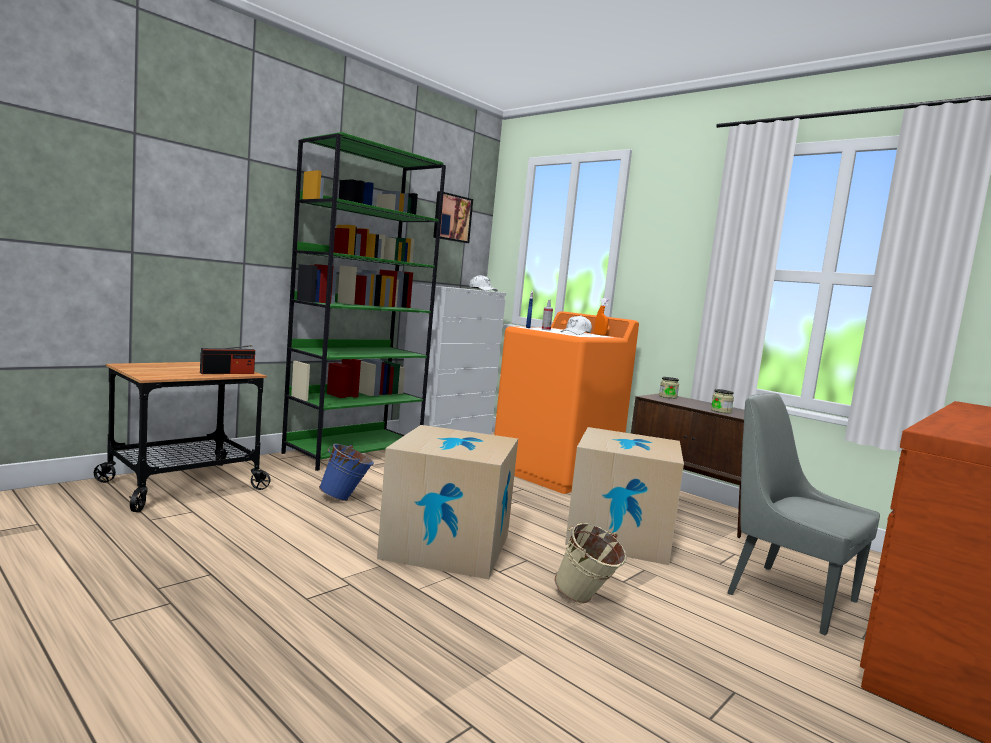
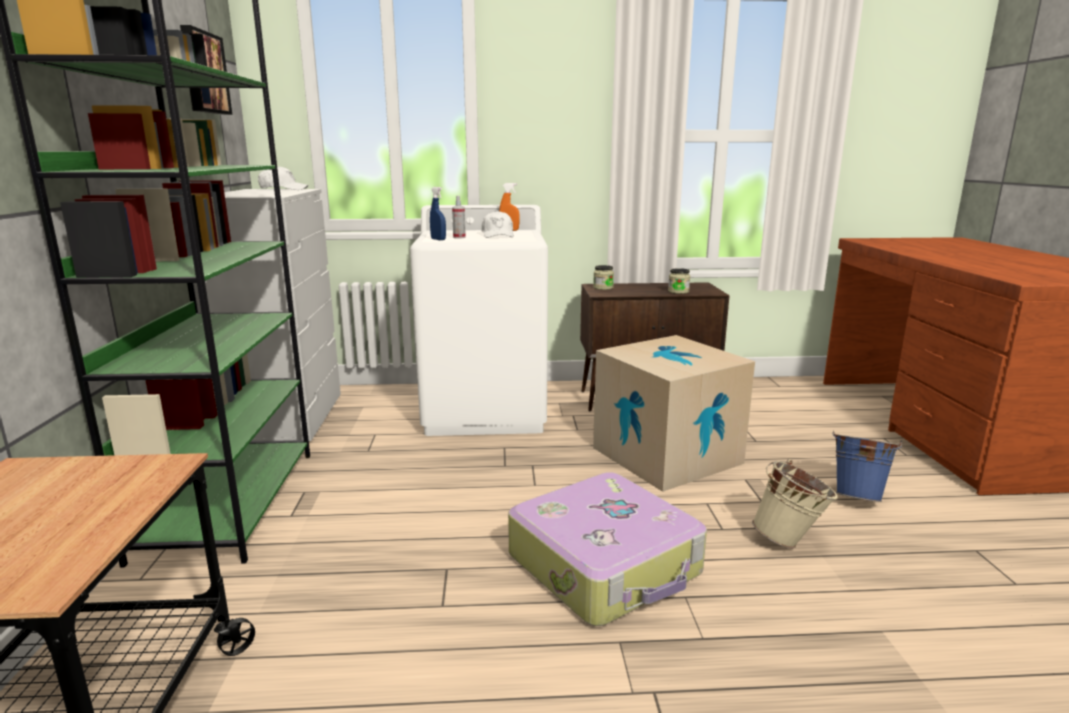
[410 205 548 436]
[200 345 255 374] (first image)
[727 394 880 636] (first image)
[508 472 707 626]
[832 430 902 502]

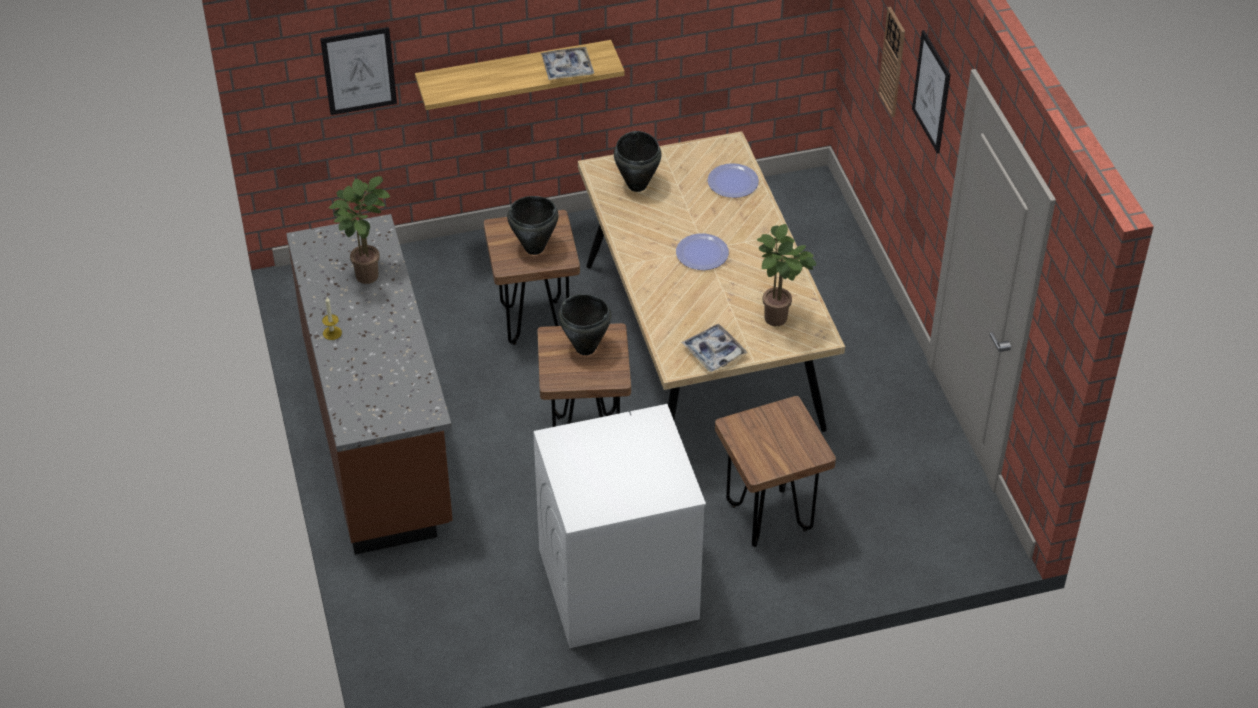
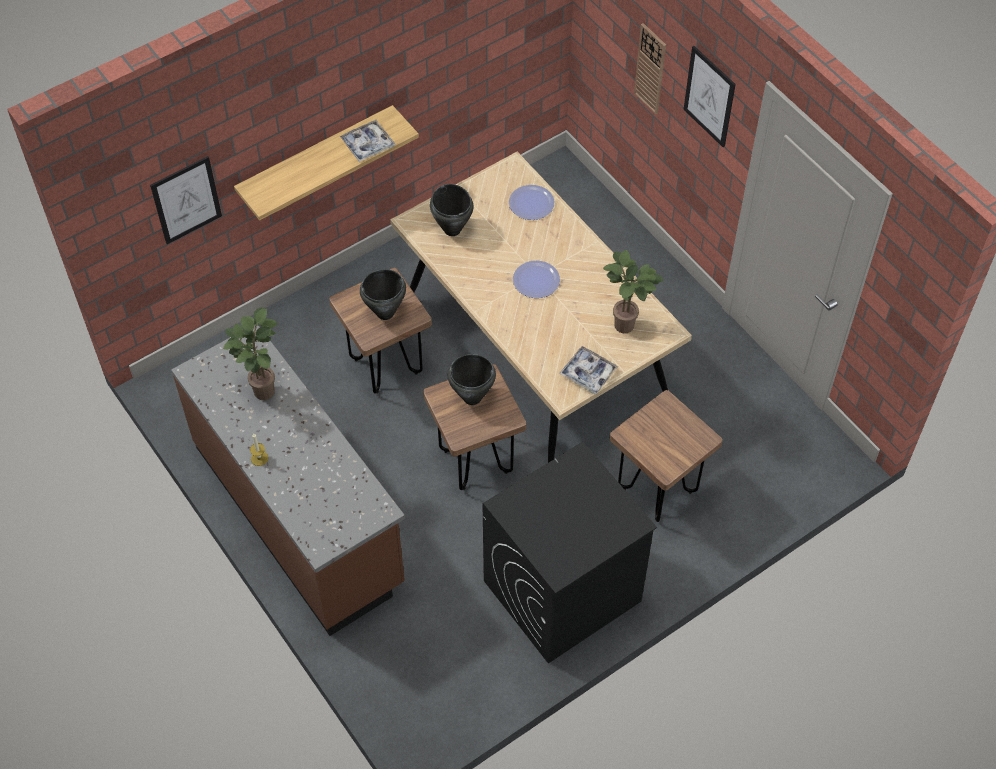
[482 442 657 663]

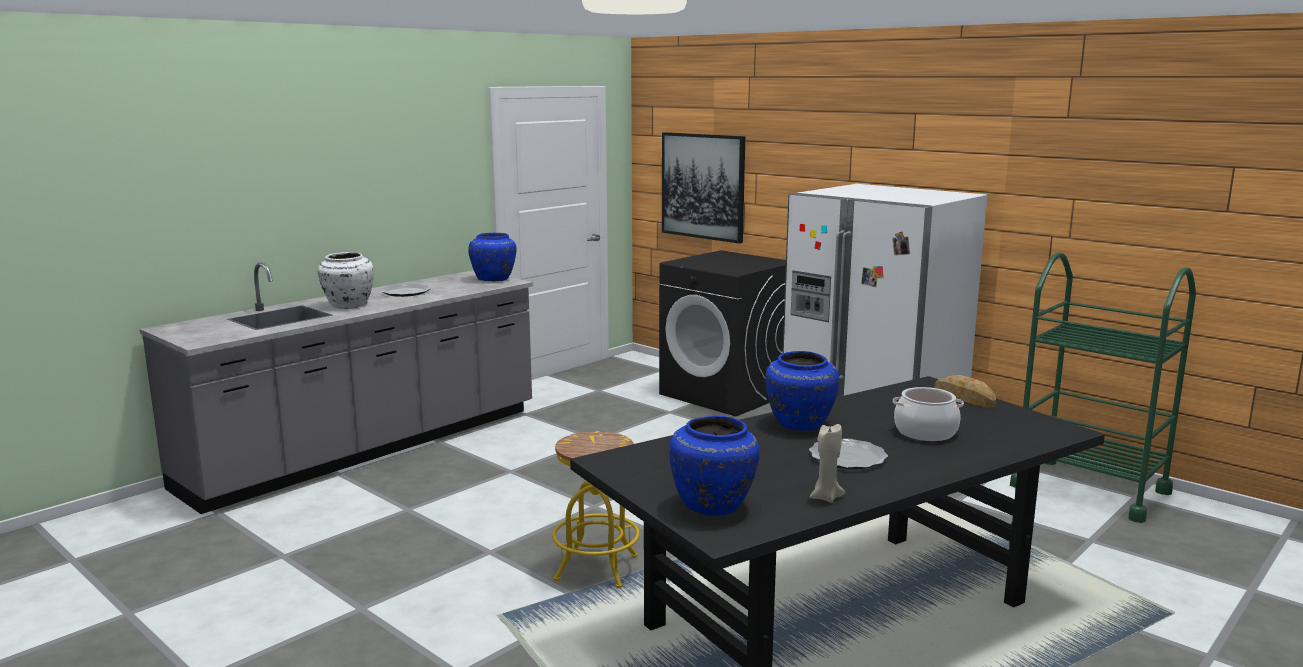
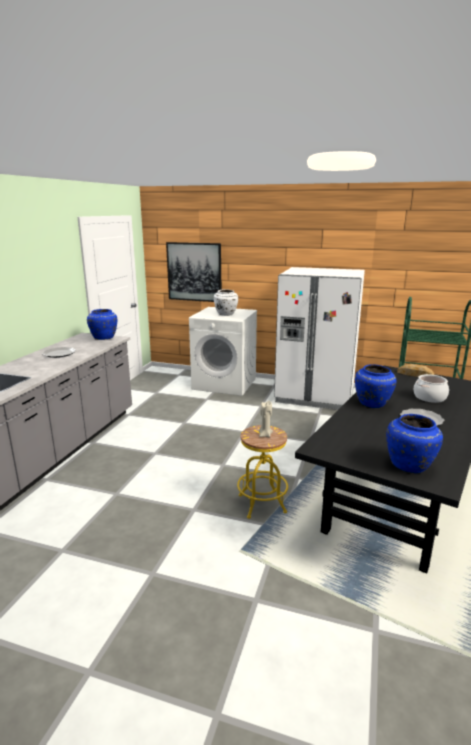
[189 307 257 396]
[214 289 238 316]
[259 401 273 437]

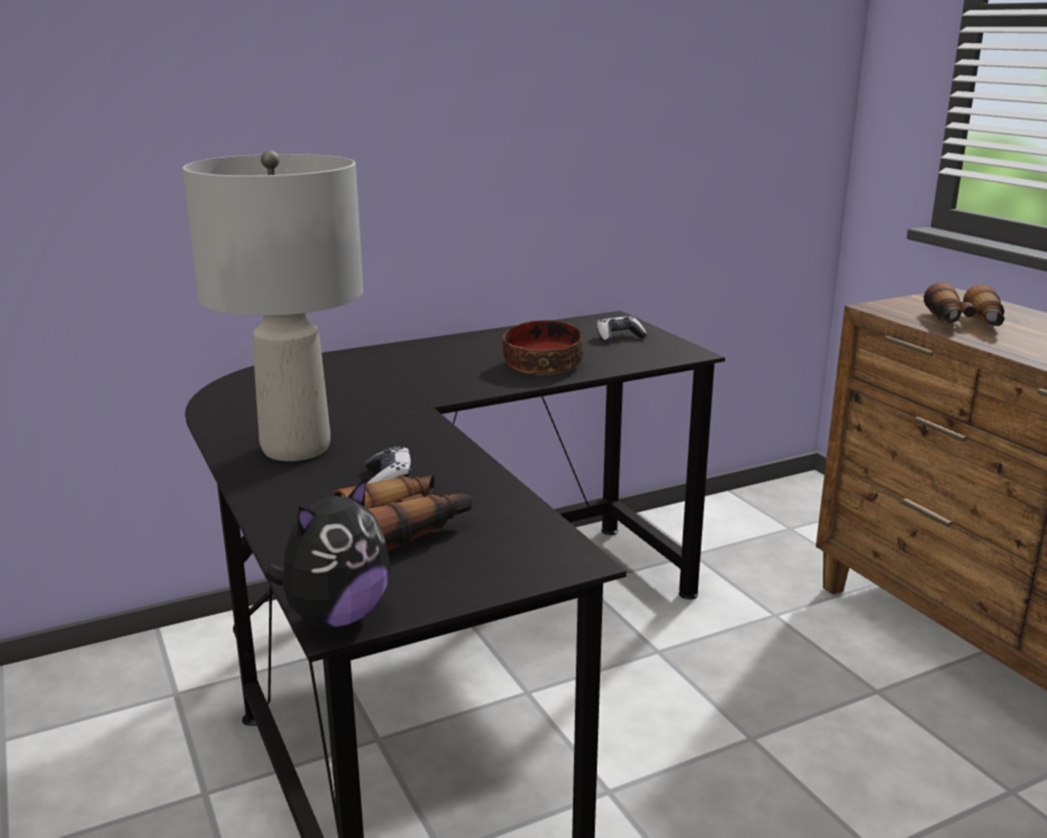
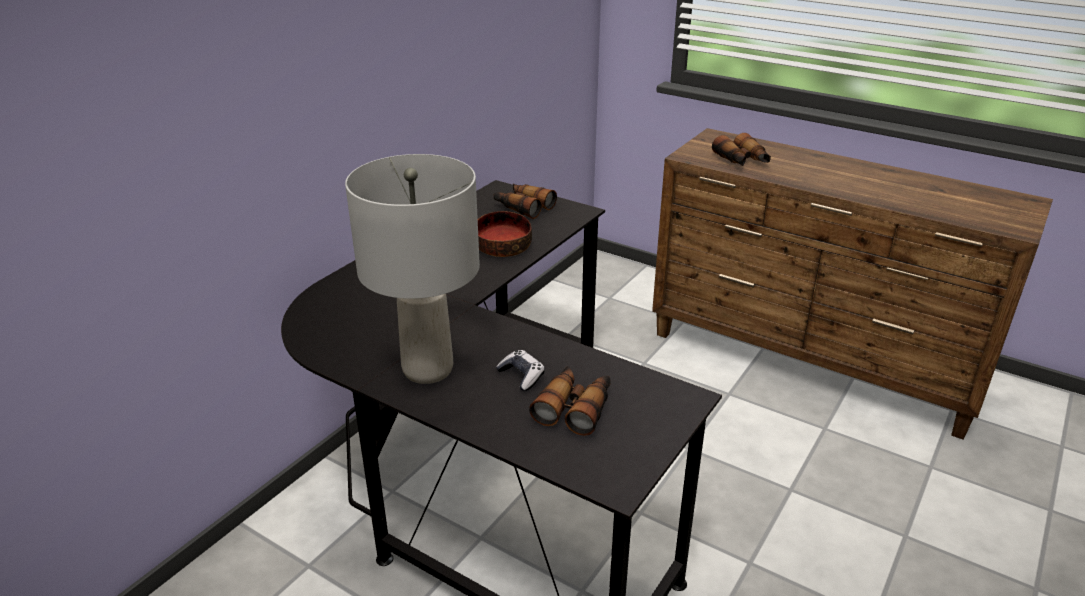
[494 184 557 219]
[266 477 390 628] (first image)

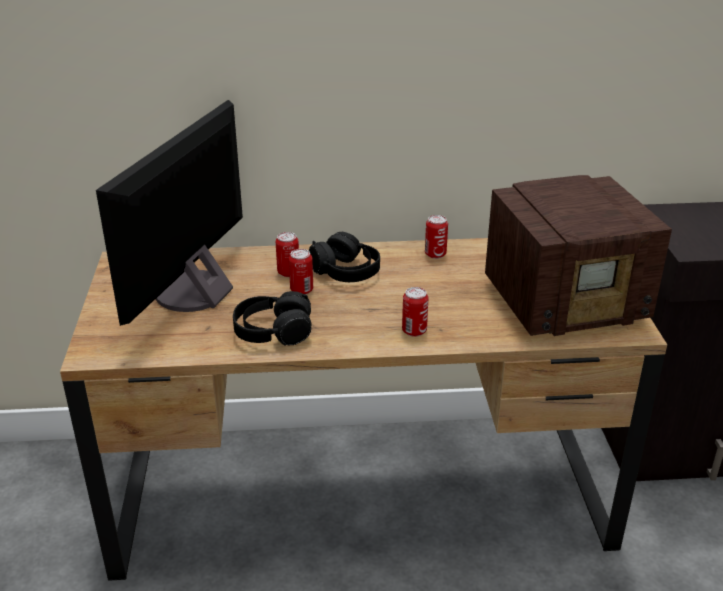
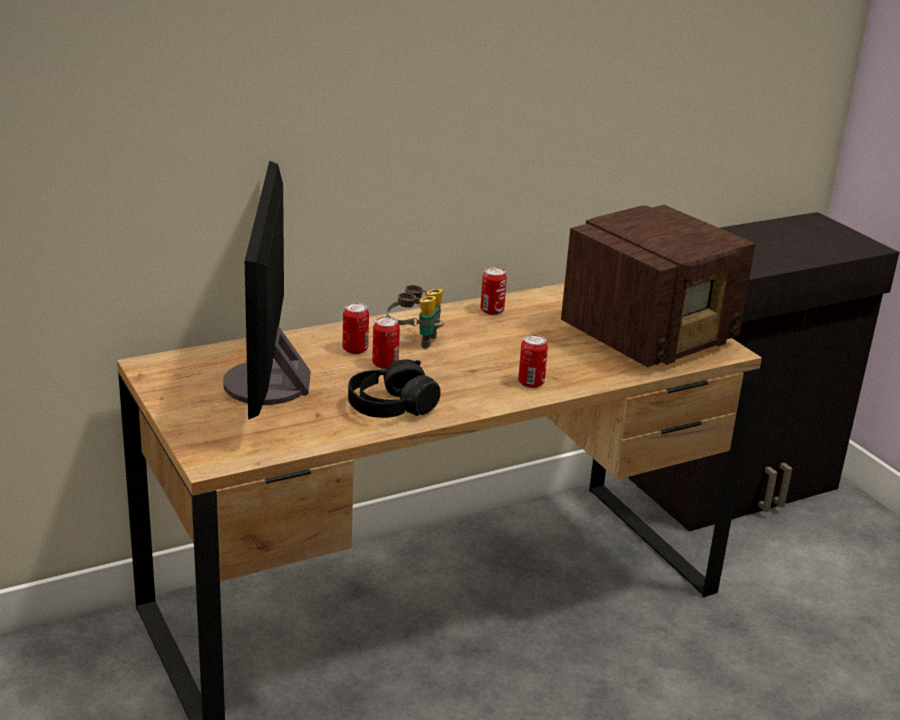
[386 285 444 349]

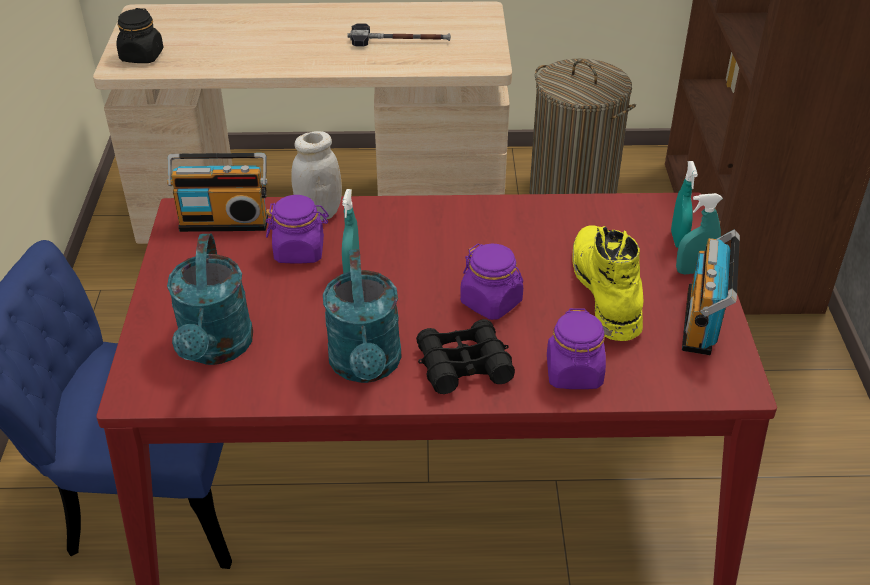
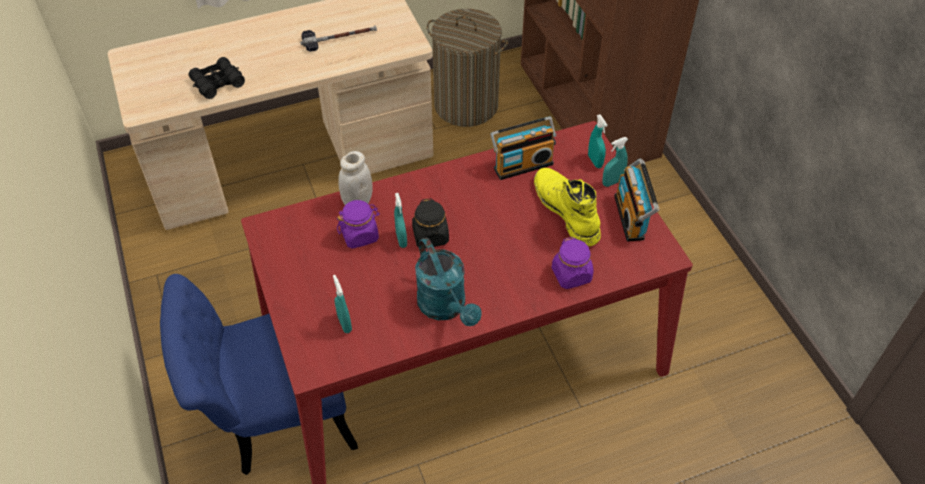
[412 198 449 248]
[490 116 556 180]
[333 275 352 333]
[460 243 523 320] (first image)
[189 57 245 99]

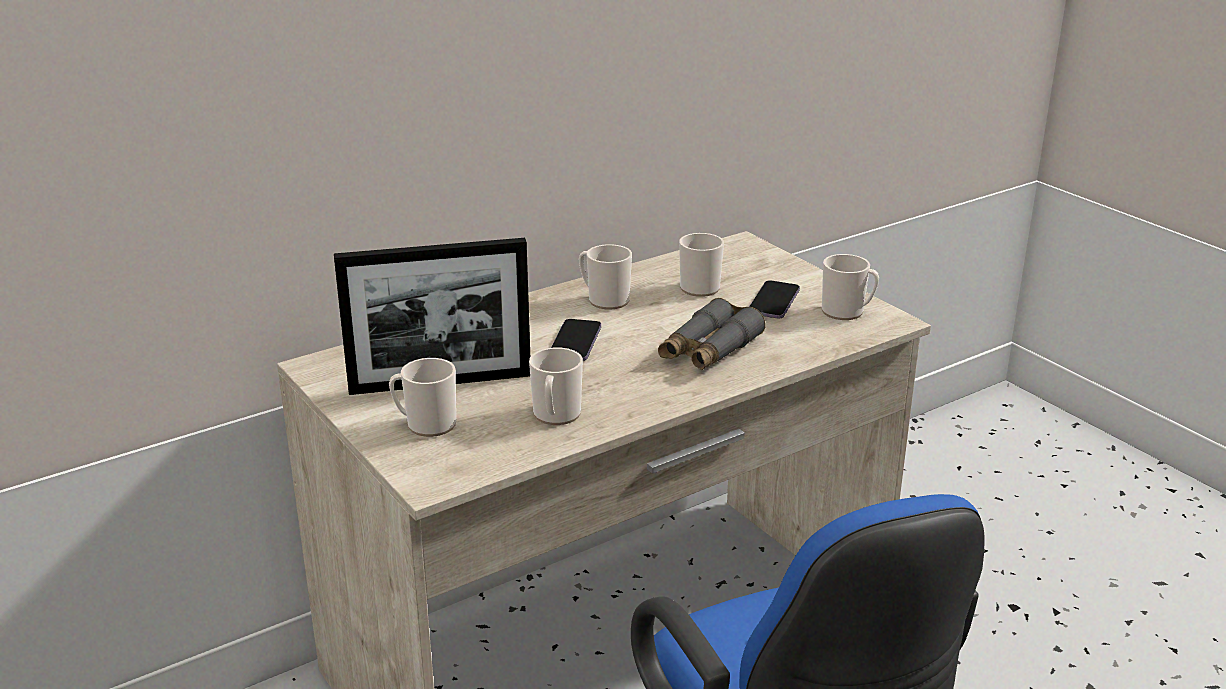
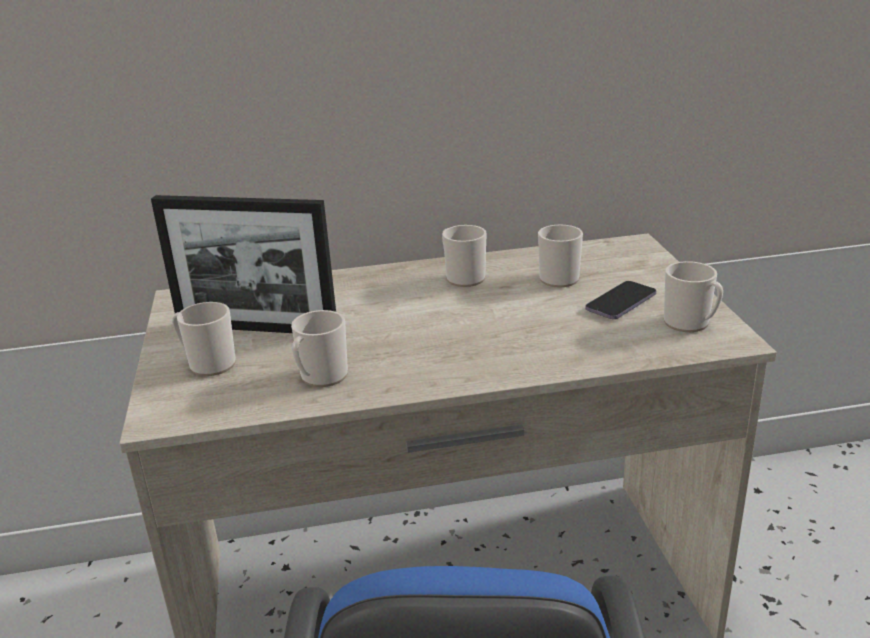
[658 298 766 370] (first image)
[551 319 601 361] (first image)

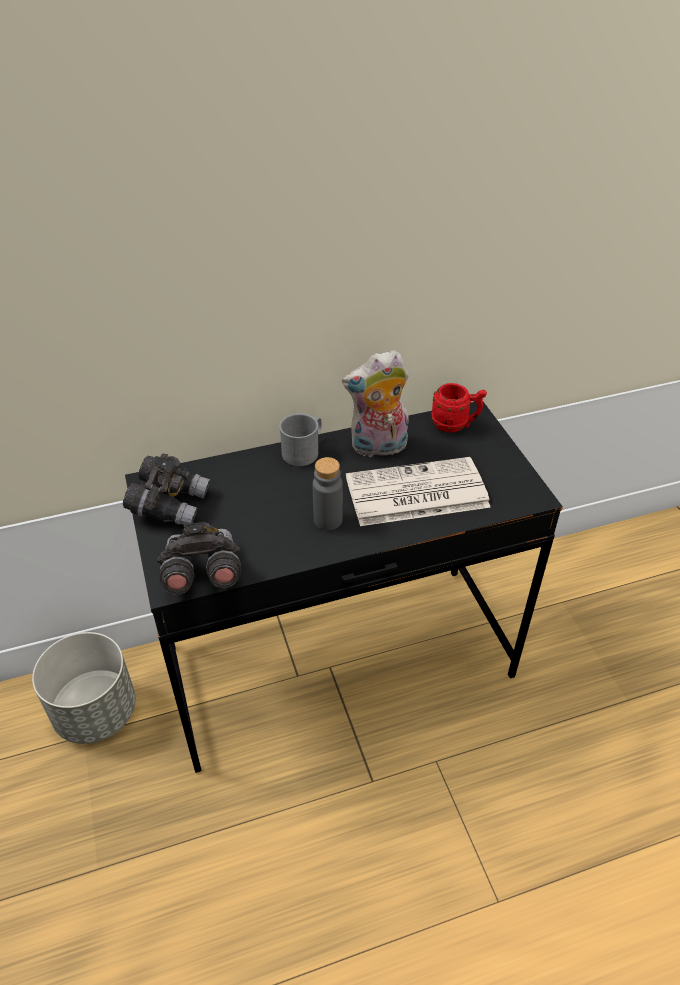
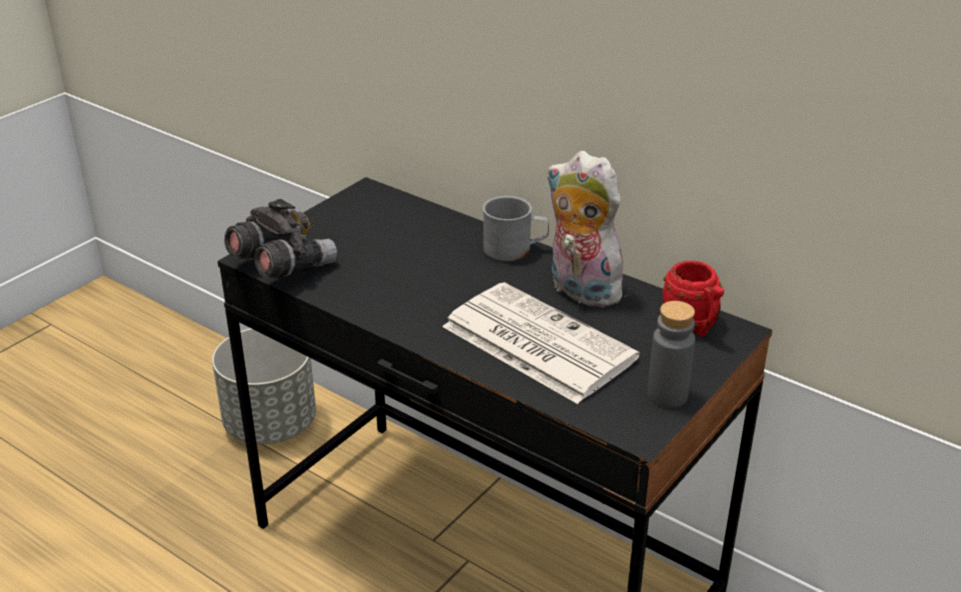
[123 454 210 525] (first image)
[647 301 695 408]

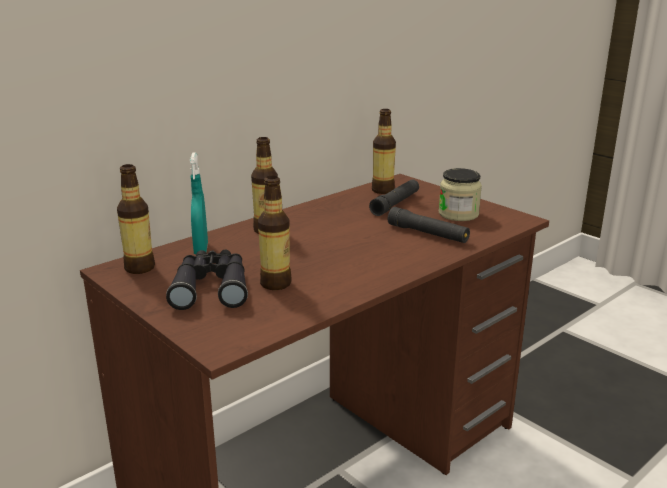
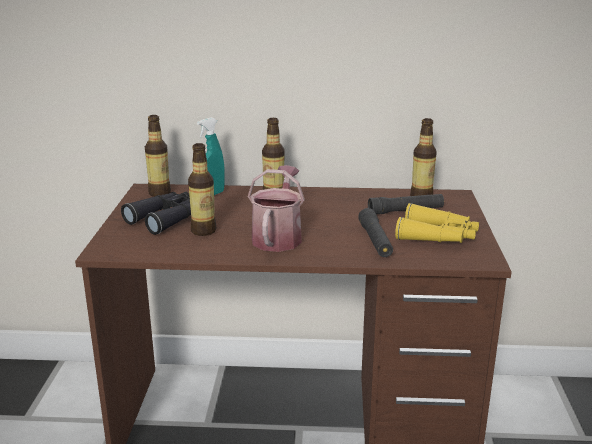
[395 203 479 243]
[248 165 305 252]

